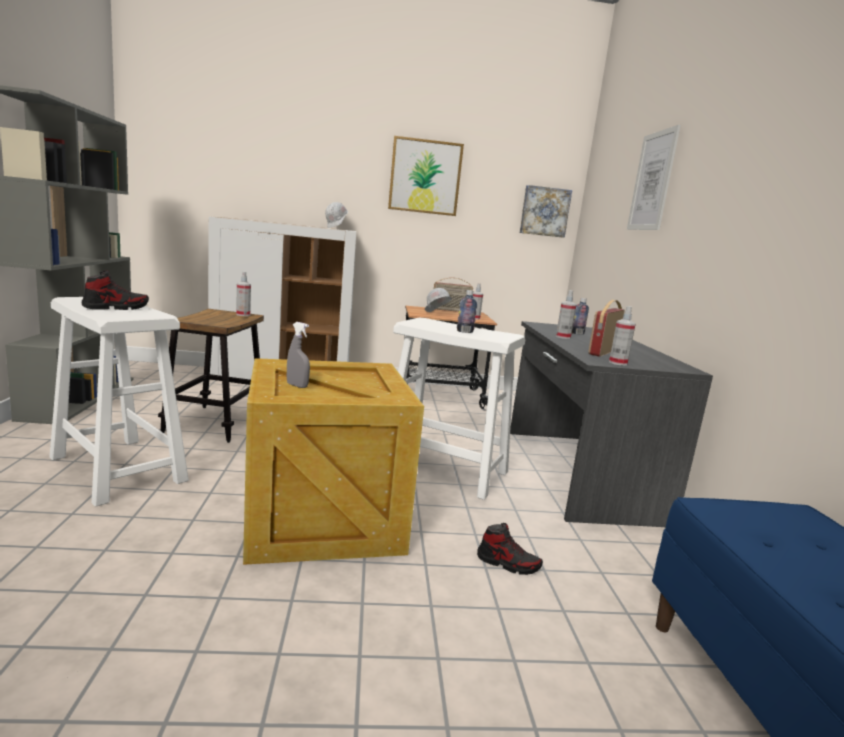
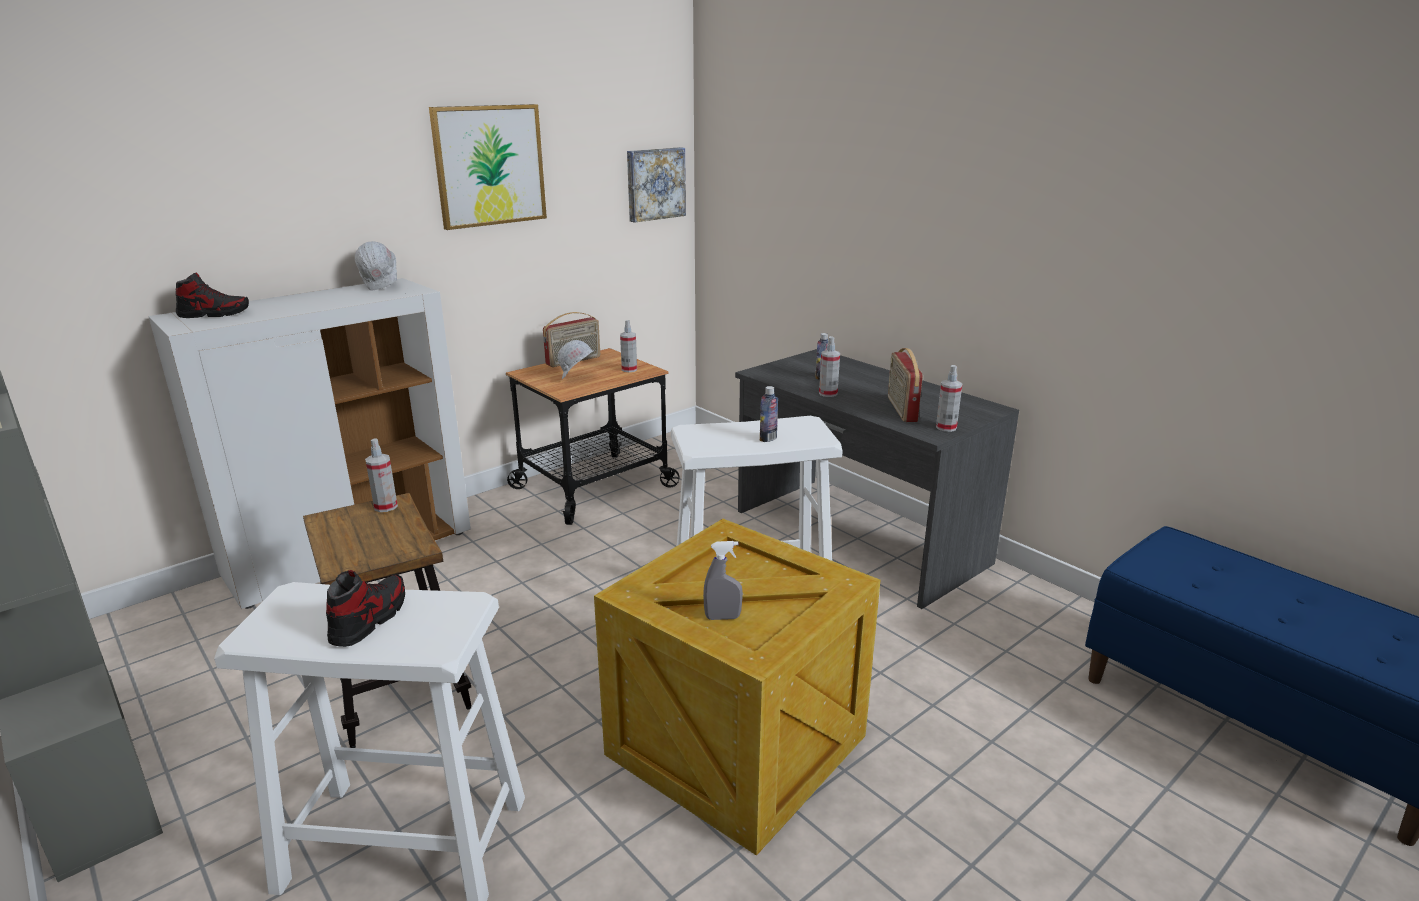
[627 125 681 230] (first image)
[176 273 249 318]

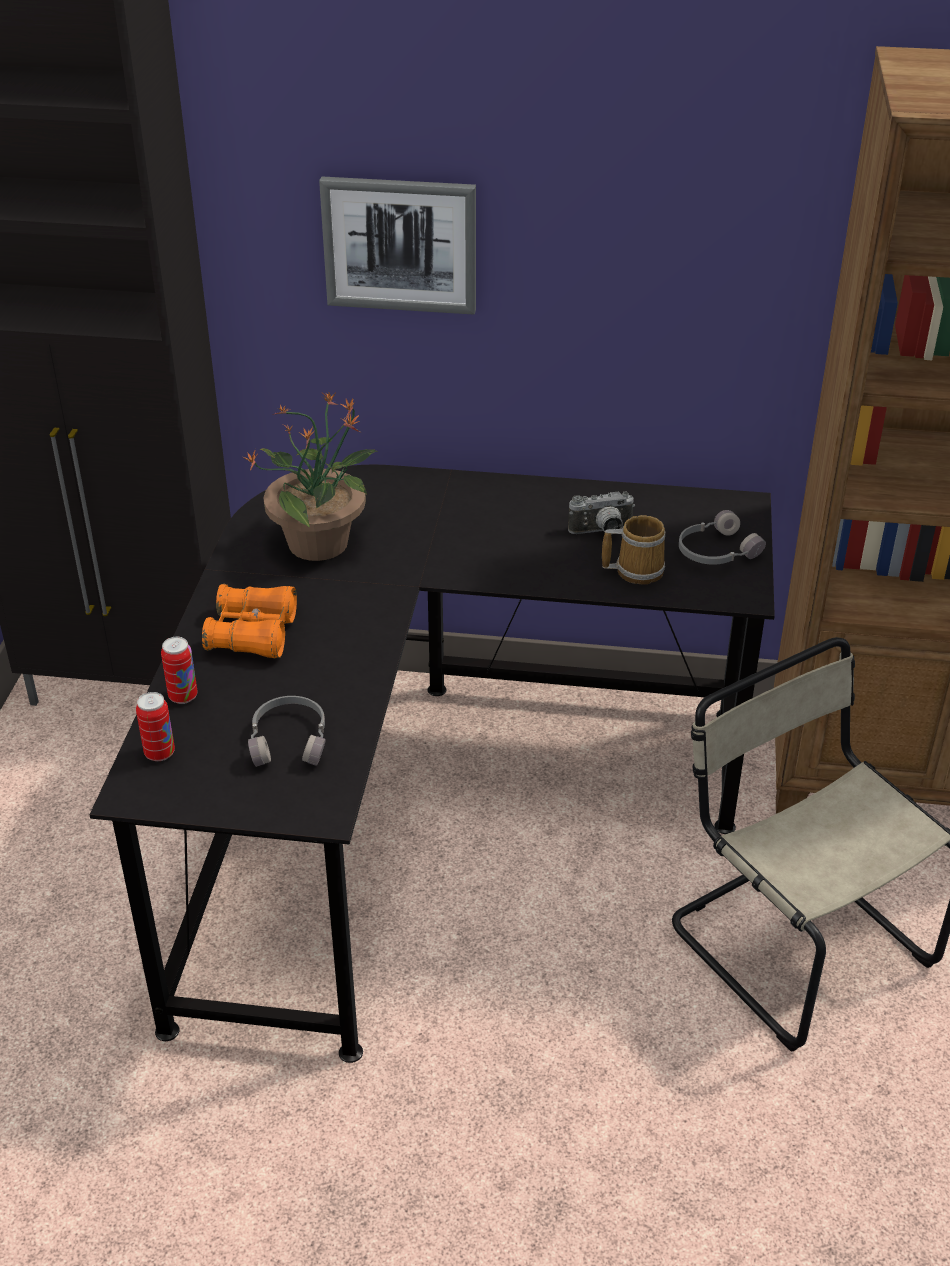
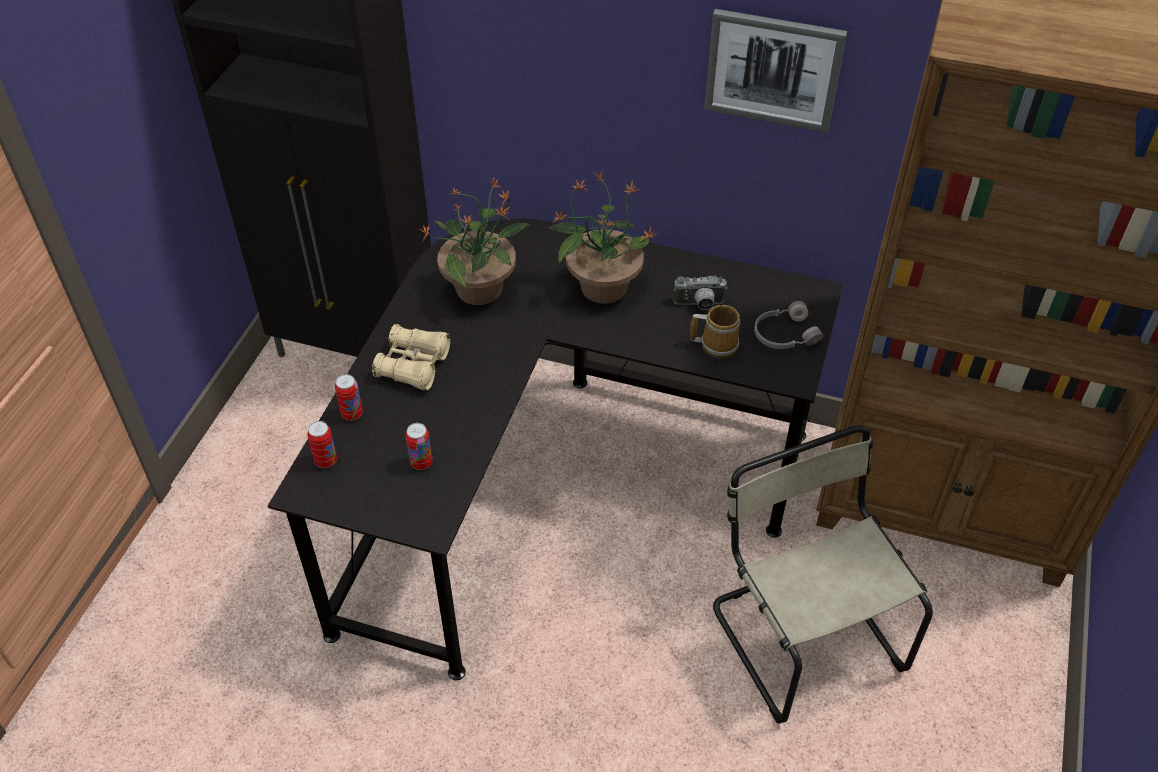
[704 9 847 133]
[372 324 450 390]
[406 423 433 470]
[548 170 658 304]

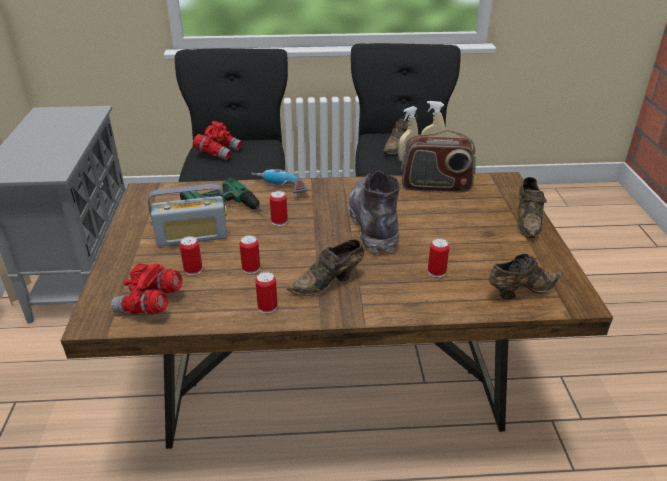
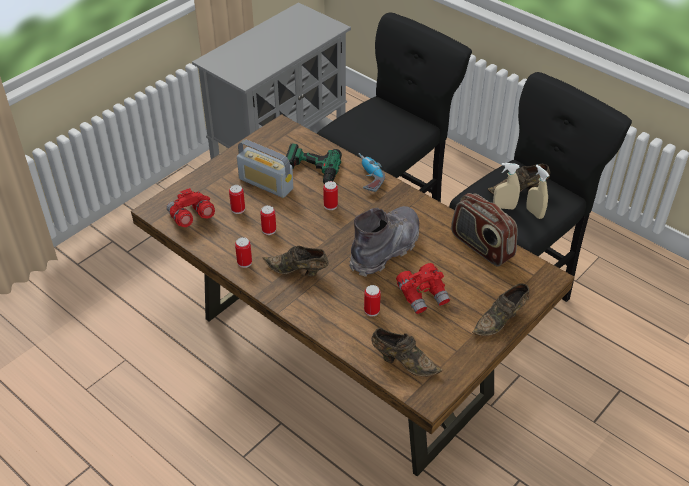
[396 263 450 314]

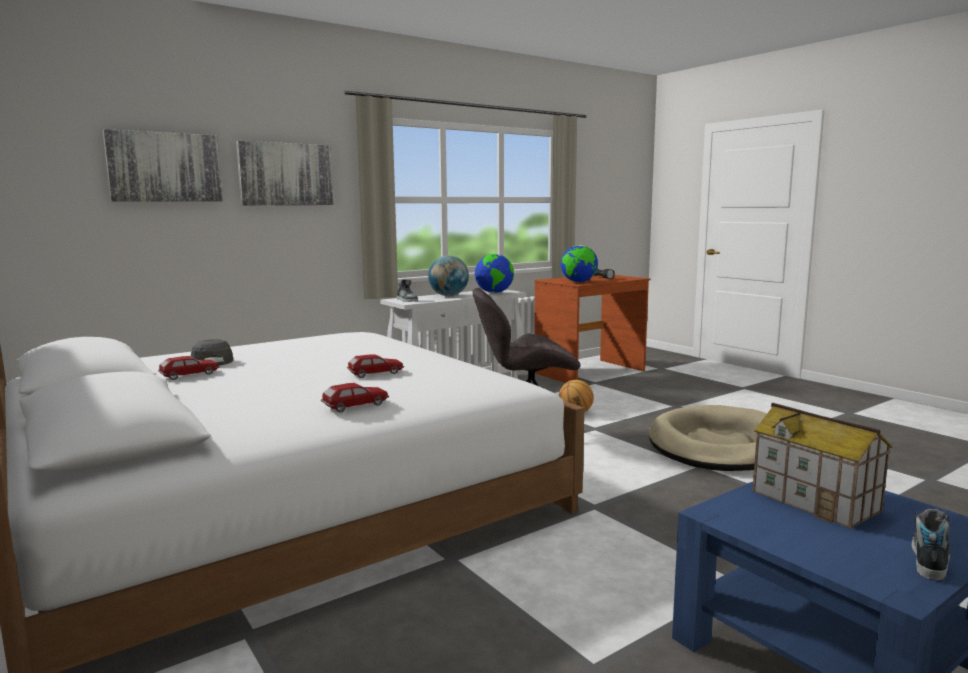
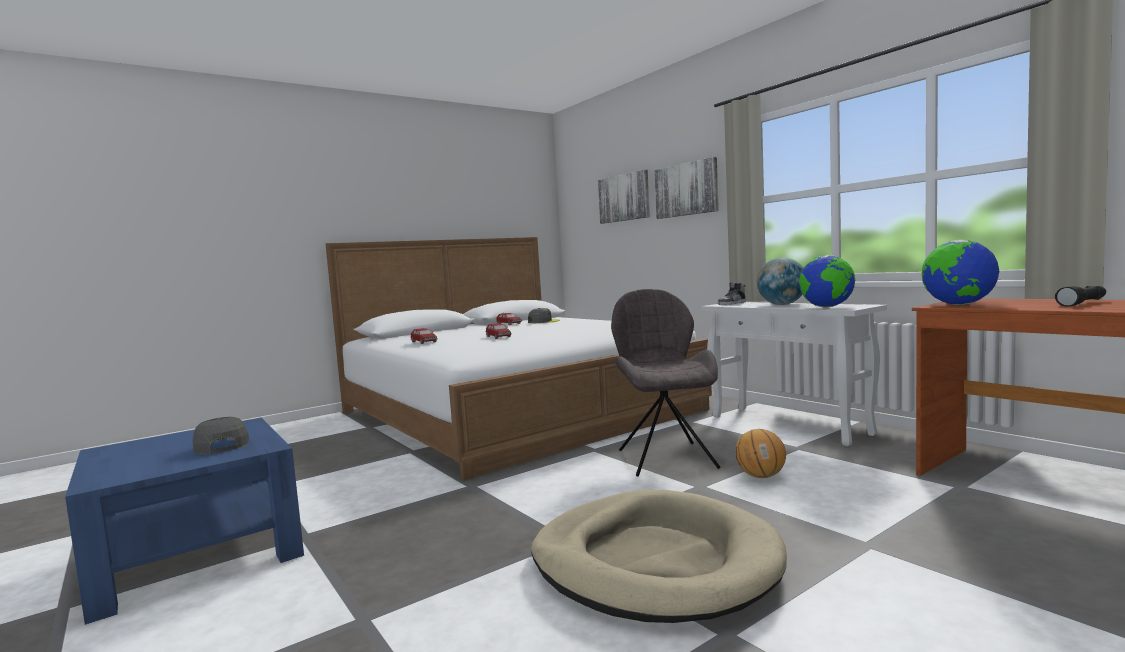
[192 417 249 454]
[911 509 950 581] (first image)

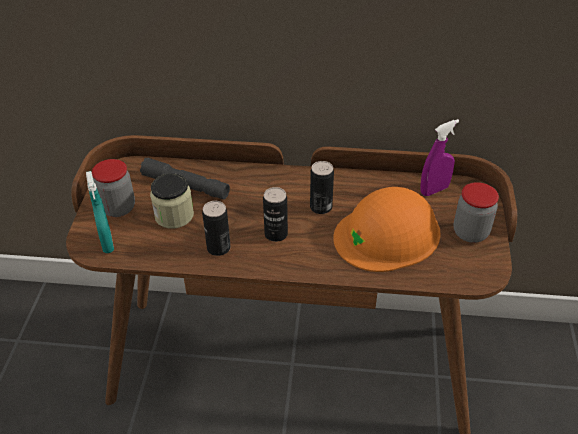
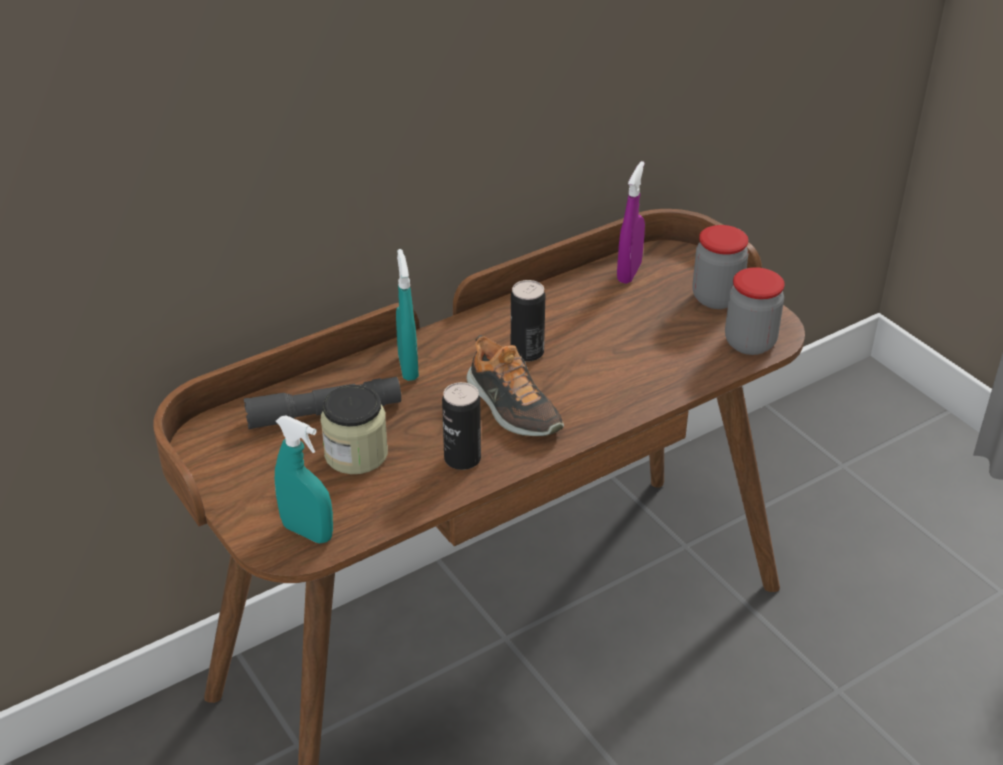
[725 267 785 355]
[466 335 564 436]
[333 187 441 272] (first image)
[396 249 419 381]

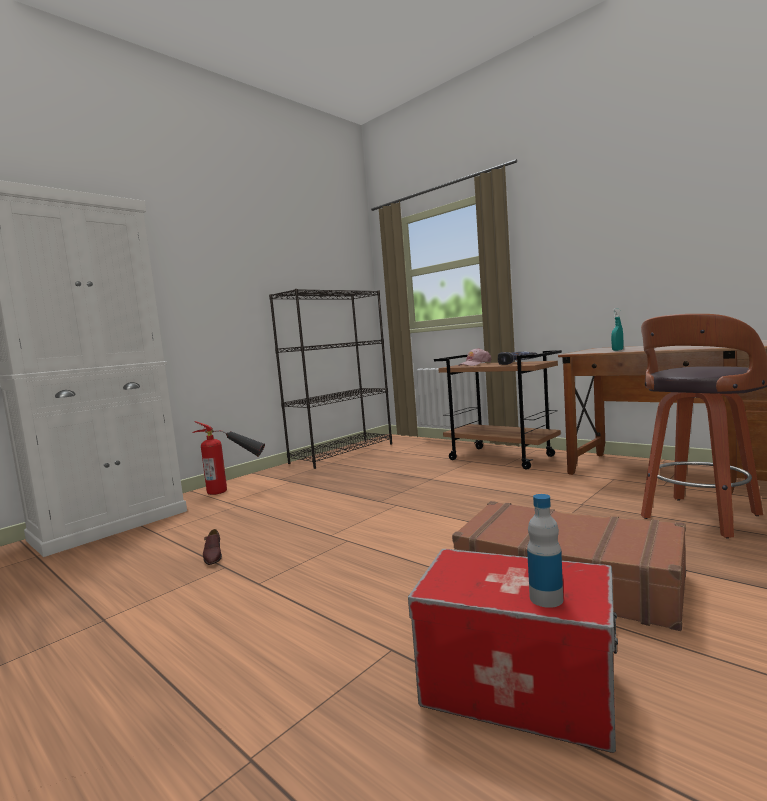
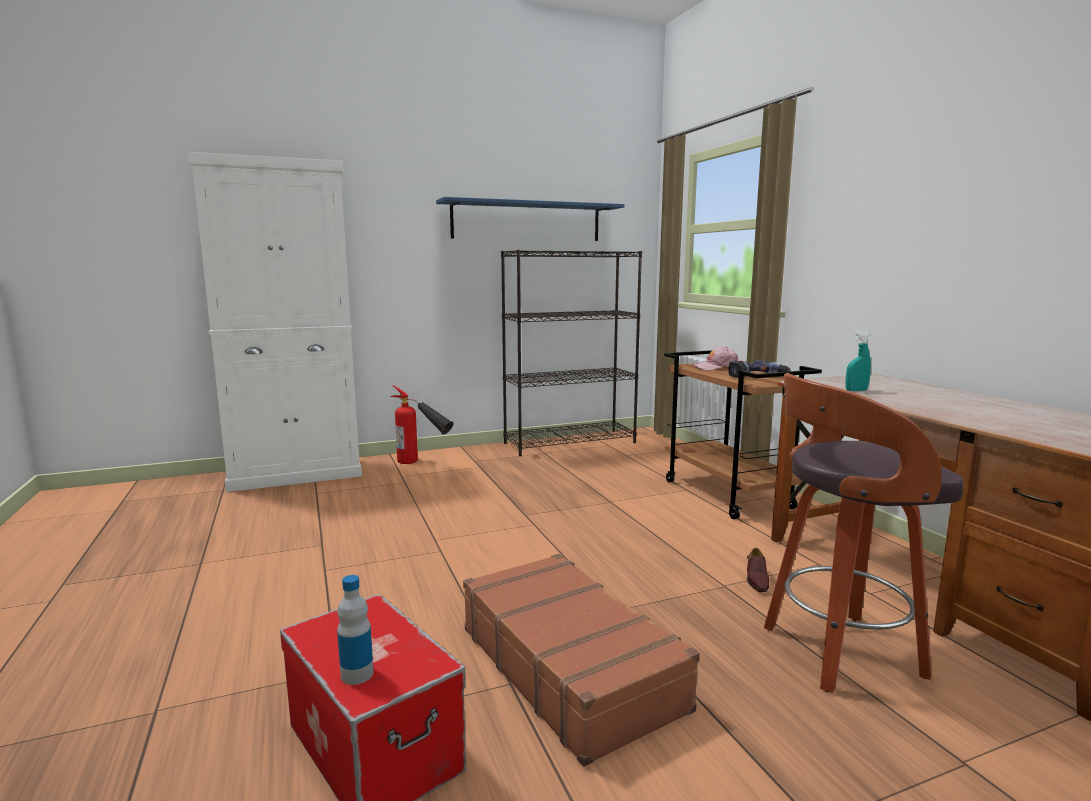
[747 548 769 592]
[436 197 624 241]

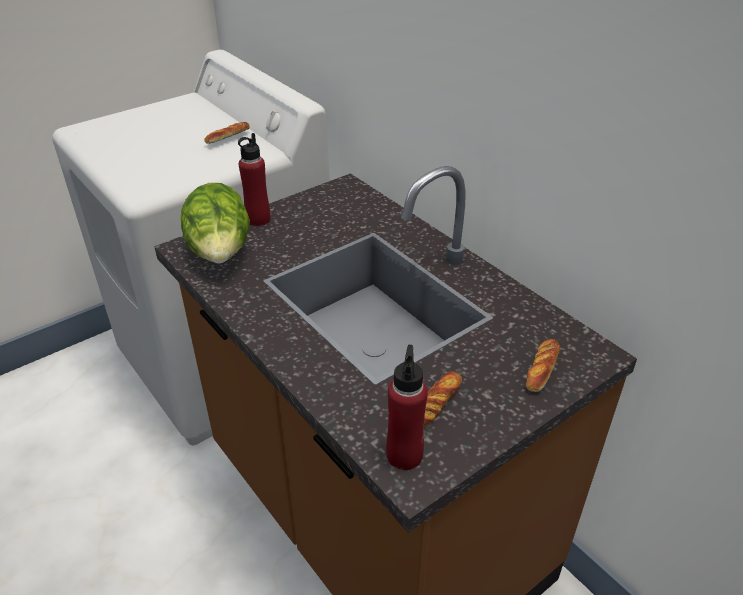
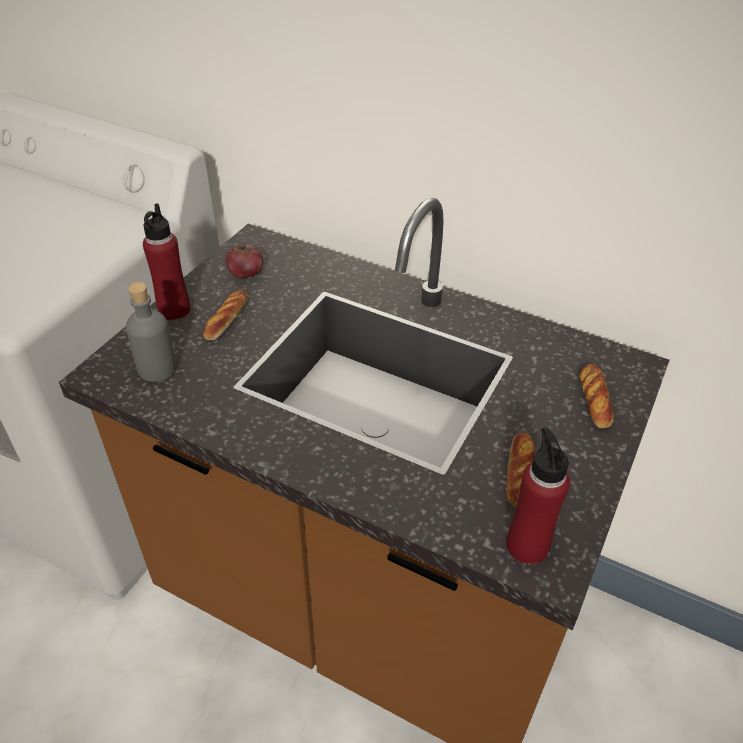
[203 290 248 340]
[126 282 176 382]
[225 243 263 279]

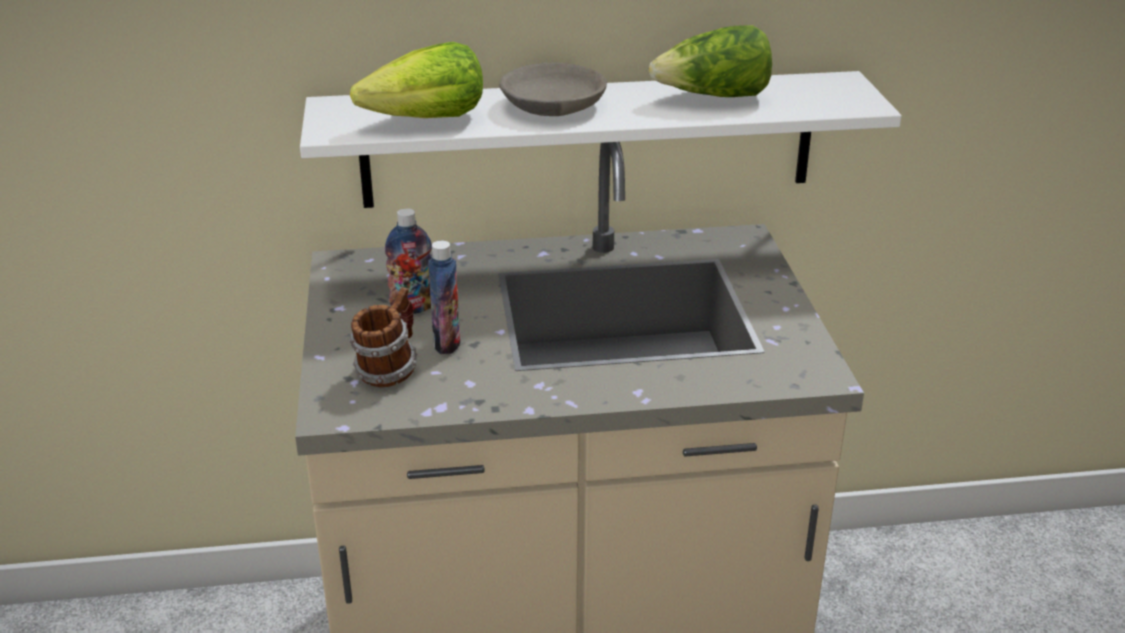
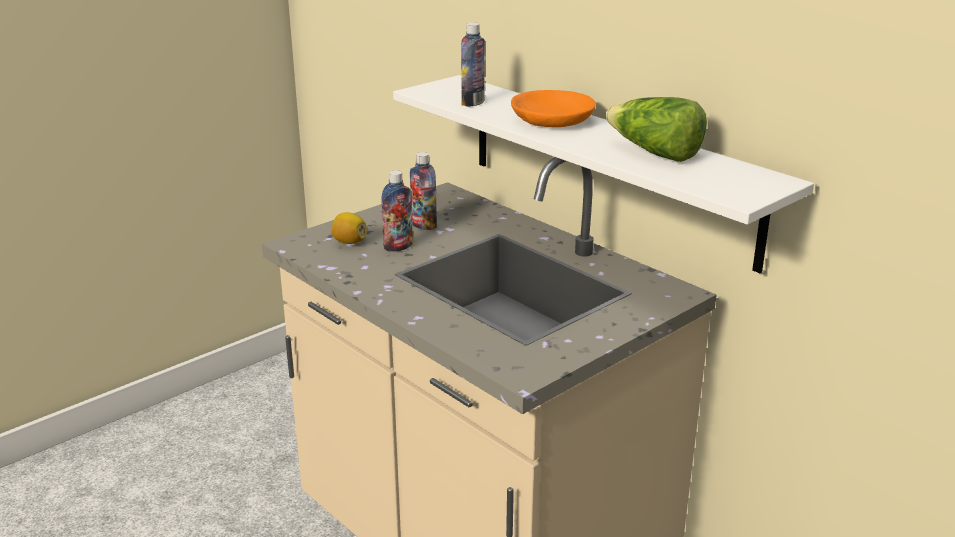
[461 23 485 107]
[511 90 596 127]
[331 212 367 244]

